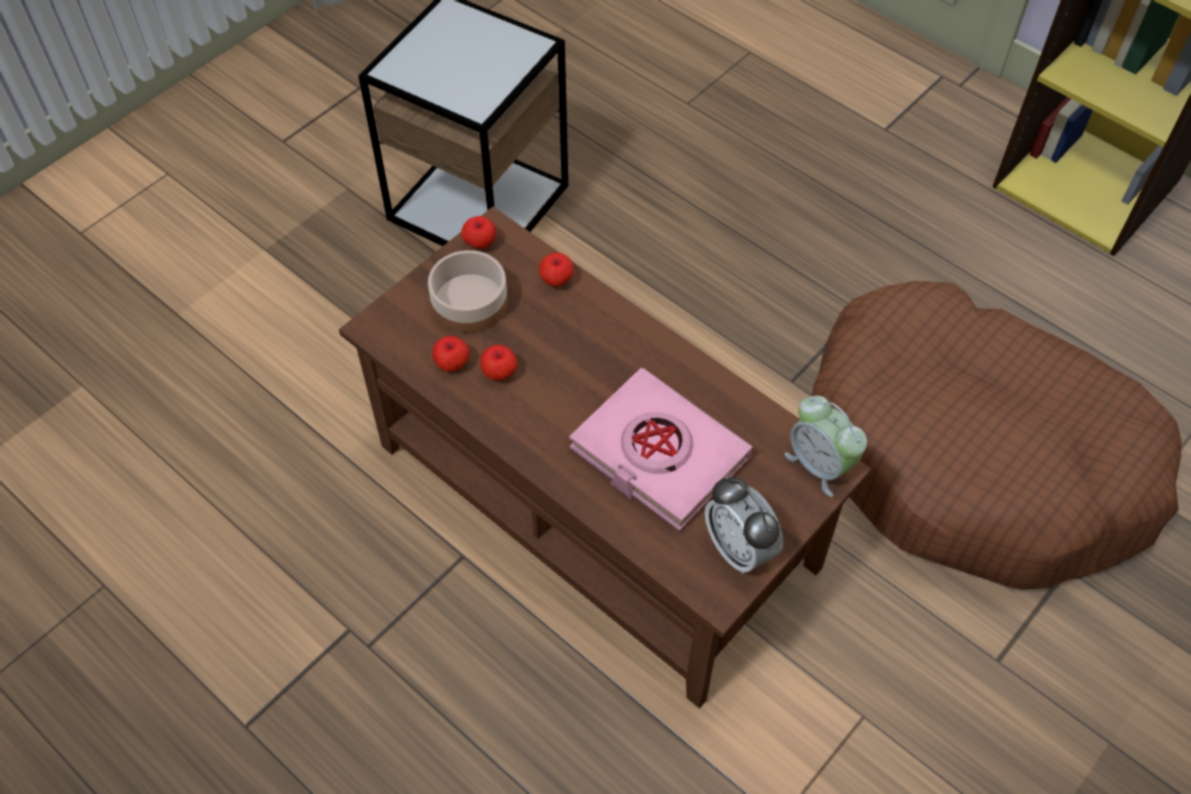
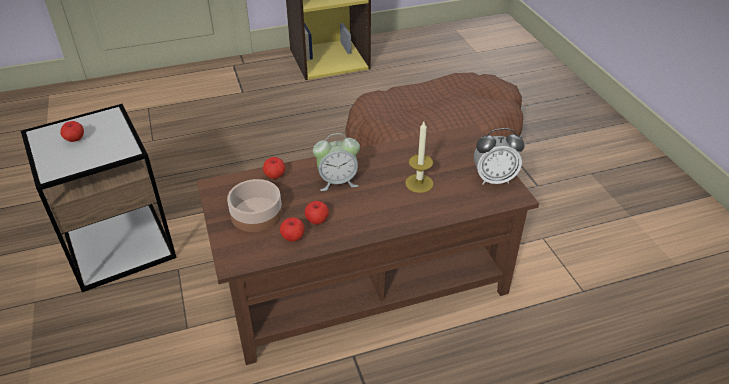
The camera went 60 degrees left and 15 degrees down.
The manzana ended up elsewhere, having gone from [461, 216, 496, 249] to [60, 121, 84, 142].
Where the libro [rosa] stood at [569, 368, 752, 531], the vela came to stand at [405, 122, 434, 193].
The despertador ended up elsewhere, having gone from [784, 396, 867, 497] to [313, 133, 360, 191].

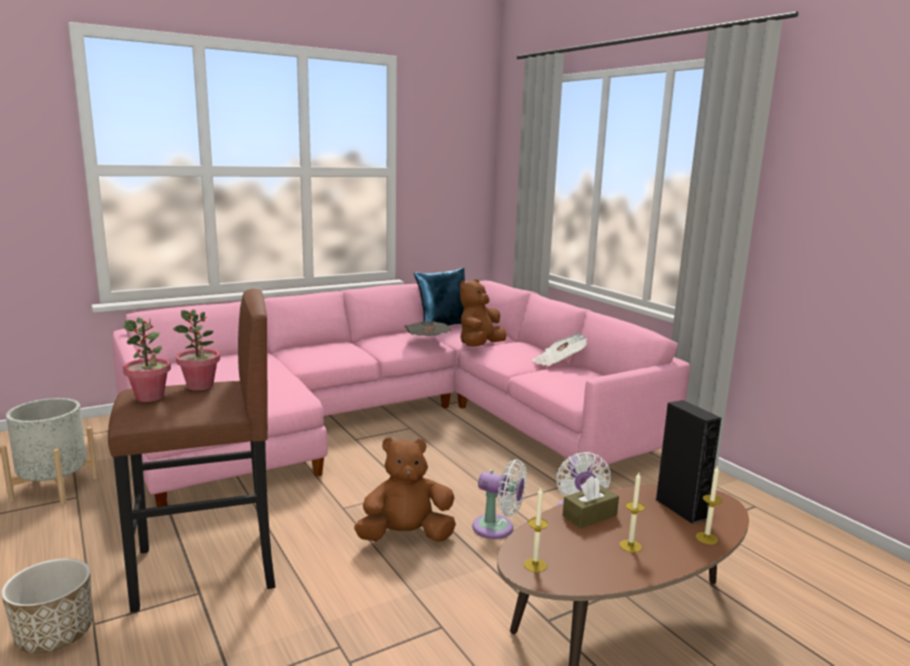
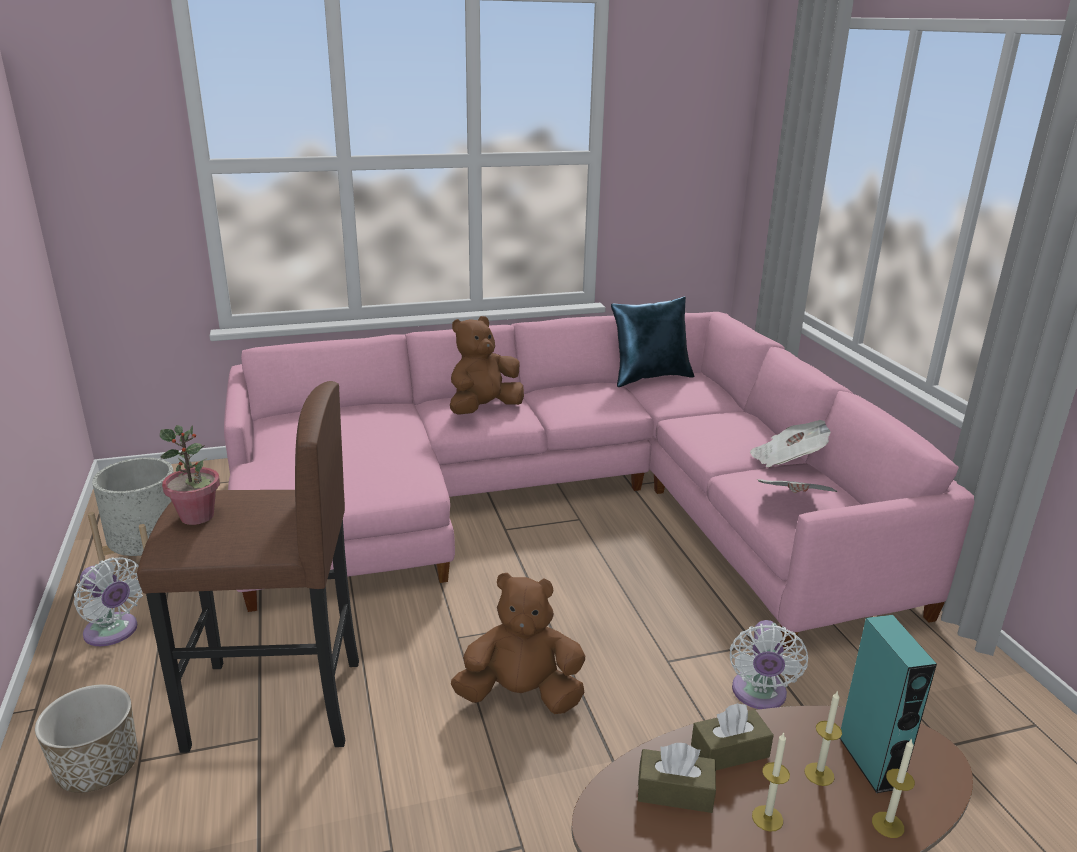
The camera went 15 degrees right and 10 degrees up.
The second view lost the planta en maceta at [173, 309, 220, 391].
The periódico ended up elsewhere, having gone from [404, 321, 451, 336] to [757, 479, 838, 493].
The peluche [marrón] ended up elsewhere, having gone from [460, 279, 506, 347] to [450, 316, 524, 415].
The ventilador [blanco] ended up elsewhere, having gone from [472, 460, 527, 539] to [74, 557, 143, 646].
The vela ended up elsewhere, having gone from [524, 488, 548, 572] to [804, 690, 842, 786].
What was the altavoz [negro] at [655, 400, 721, 524] turned into the altavoz [turquesa] at [839, 615, 937, 793].
The second view gained the caja de pañuelos [marrón] at [638, 743, 716, 813].

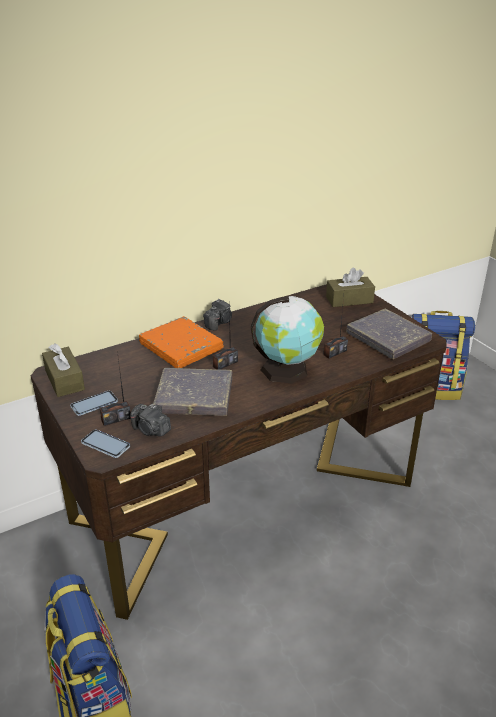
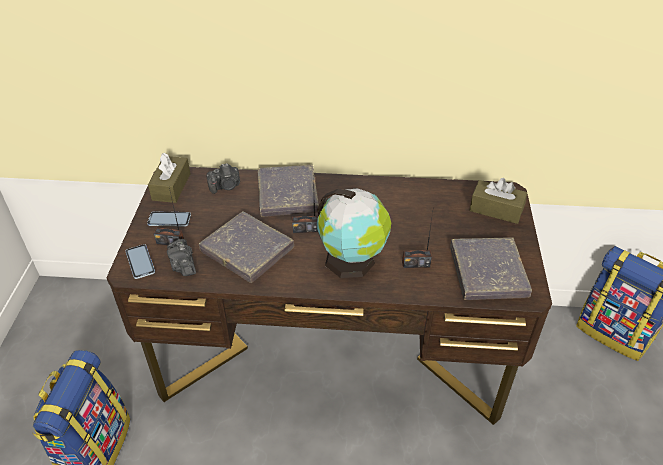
The camera went 35 degrees right and 10 degrees up.
What was the libro [naranja] at [139, 316, 224, 368] turned into the libro [gris] at [258, 165, 319, 217].
The cámara ended up elsewhere, having gone from [203, 299, 232, 331] to [207, 163, 240, 194].

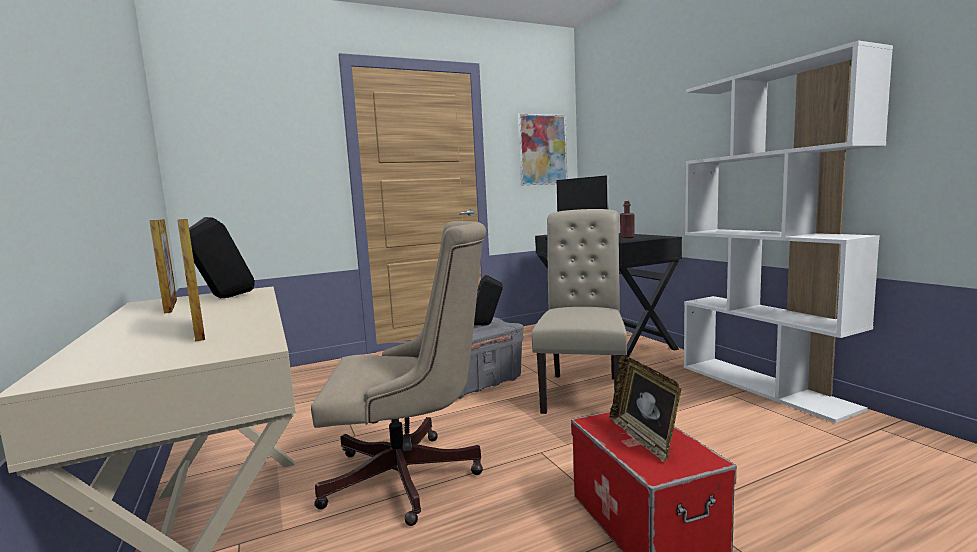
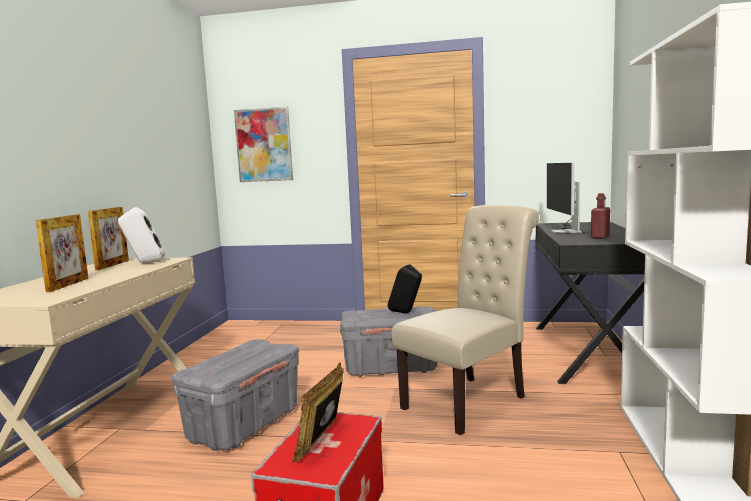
The camera went 35 degrees right and 0 degrees up.
What was the altavoz [negro] at [189, 217, 255, 298] turned into the altavoz [blanco] at [118, 207, 165, 263].
Where the silla de oficina [beis] stood at [311, 221, 486, 526], the caja de almacenaje [gris] came to stand at [172, 339, 299, 451].
The cuadro ended up elsewhere, having gone from [518, 113, 567, 185] to [234, 107, 293, 182].

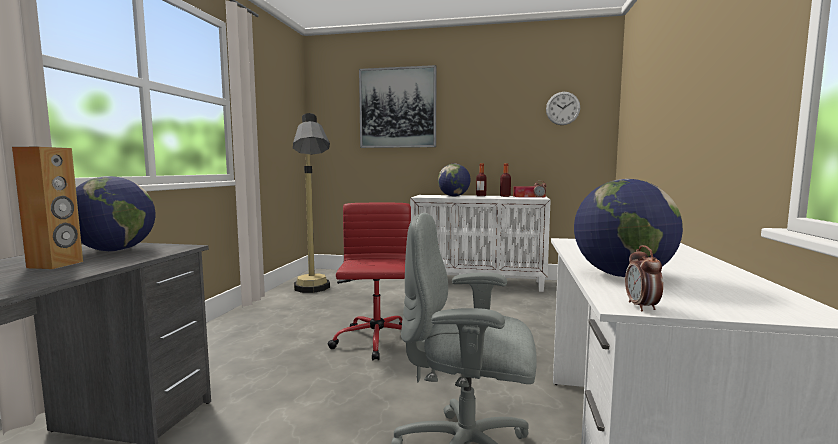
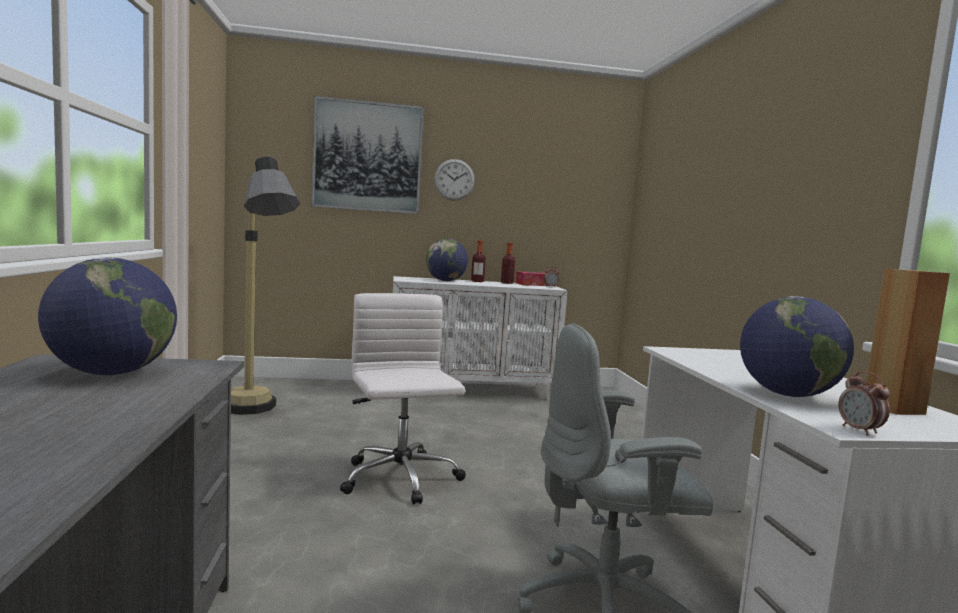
The camera went 20 degrees left and 0 degrees up.
The altavoz [marrón] ended up elsewhere, having gone from [12, 147, 83, 269] to [865, 268, 950, 415].
What was the silla de oficina [rojo] at [328, 203, 411, 361] turned into the silla de oficina [blanco] at [340, 293, 466, 505].
The reloj de pared ended up elsewhere, having gone from [546, 92, 580, 125] to [434, 159, 475, 200].

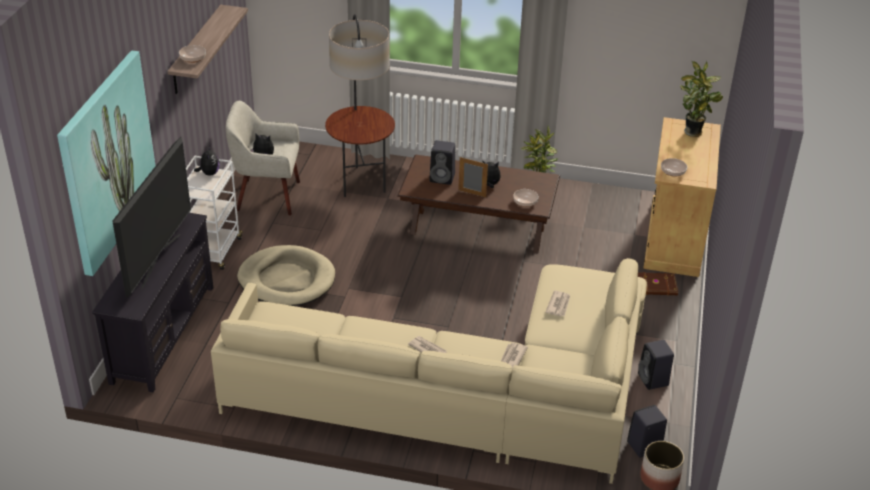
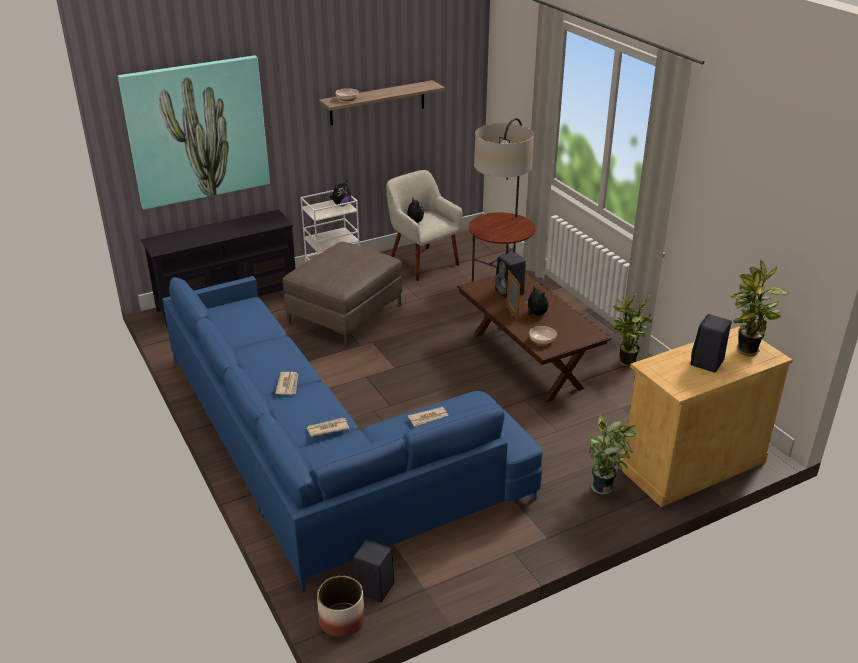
The camera went 50 degrees right and 5 degrees down.
The second view lost the televisor at [112, 137, 191, 299].
What was the sofá [beis] at [211, 258, 647, 484] turned into the sofá [azul] at [162, 276, 543, 592].
Where the cama para perro [beis] stood at [237, 245, 335, 306], the puf [marrón] came to stand at [283, 242, 403, 347].
Where the libro [marrón] stood at [638, 272, 678, 295], the planta en maceta came to stand at [589, 413, 637, 495].
The altavoz [negro] ended up elsewhere, having gone from [638, 340, 674, 390] to [691, 314, 732, 373].
The second view lost the cuenco at [661, 158, 687, 177].

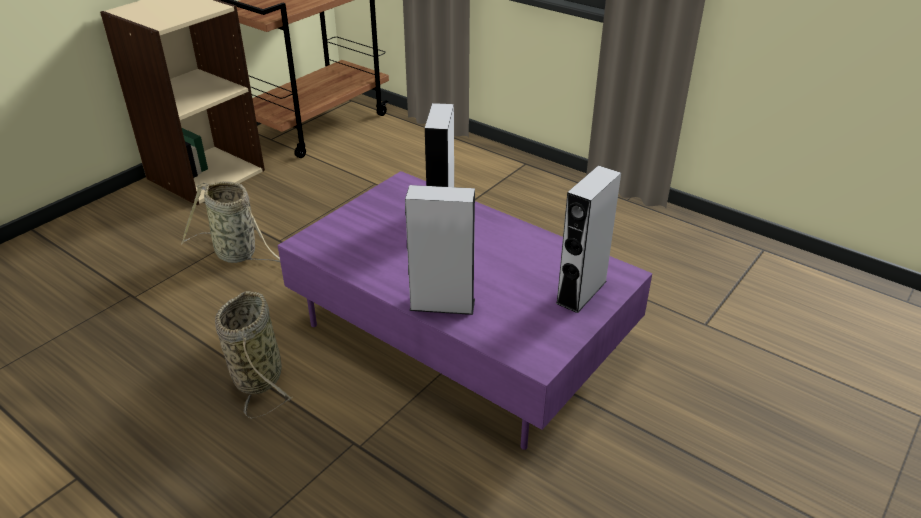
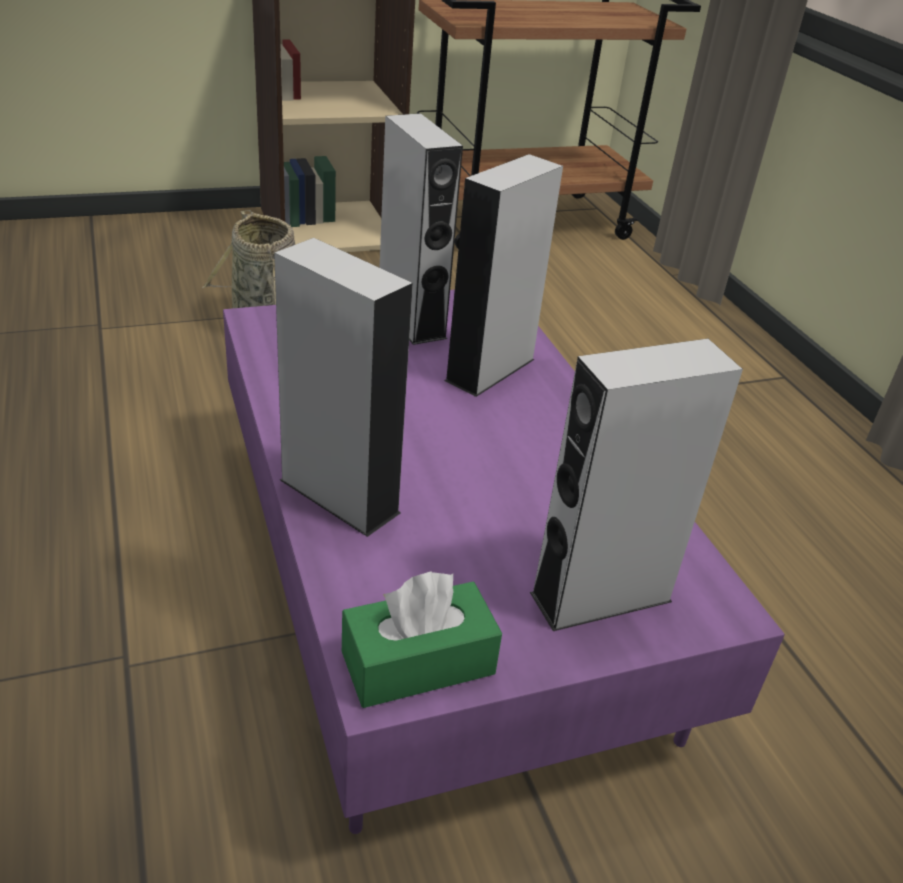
The camera went 30 degrees right and 0 degrees up.
The second view lost the cesta at [215, 291, 294, 419].
The second view gained the caja de pañuelos [verde] at [342, 572, 502, 708].
The second view gained the altavoz [gris] at [379, 113, 463, 345].

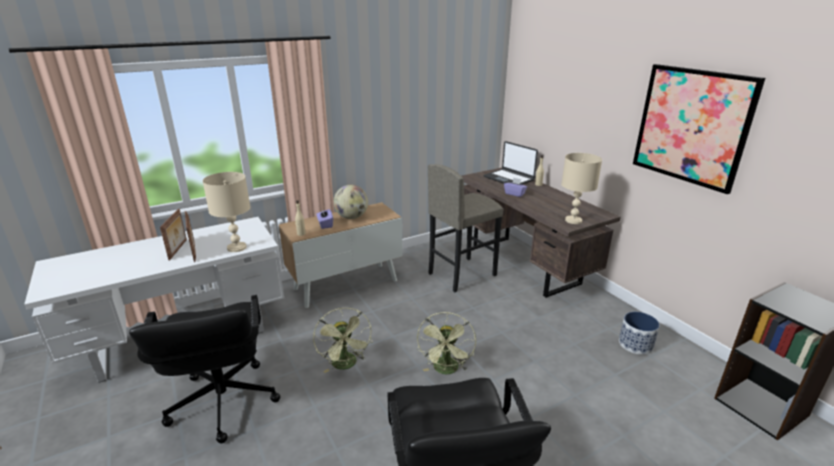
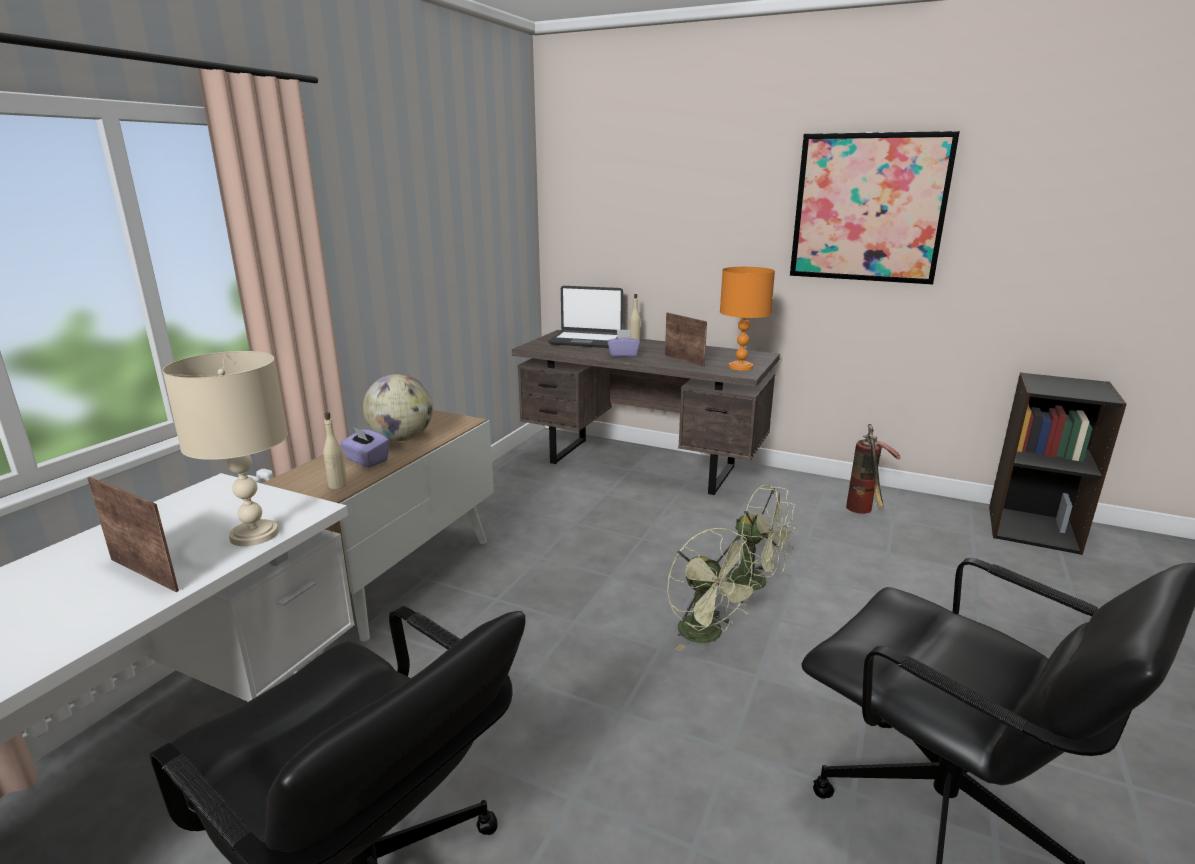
The camera went 35 degrees left and 5 degrees down.
The portarretratos ended up elsewhere, having gone from [160, 209, 187, 261] to [665, 312, 707, 367].
The ventilador [verde] ended up elsewhere, having gone from [313, 308, 372, 373] to [727, 485, 797, 601].
The second view lost the taburete [gris] at [428, 164, 503, 292].
What was the lámpara de mesa [beis] at [561, 153, 602, 224] turned into the lámpara de mesa [naranja] at [720, 267, 775, 371].
Where the maceta stood at [619, 312, 660, 355], the extintor came to stand at [846, 424, 900, 514].

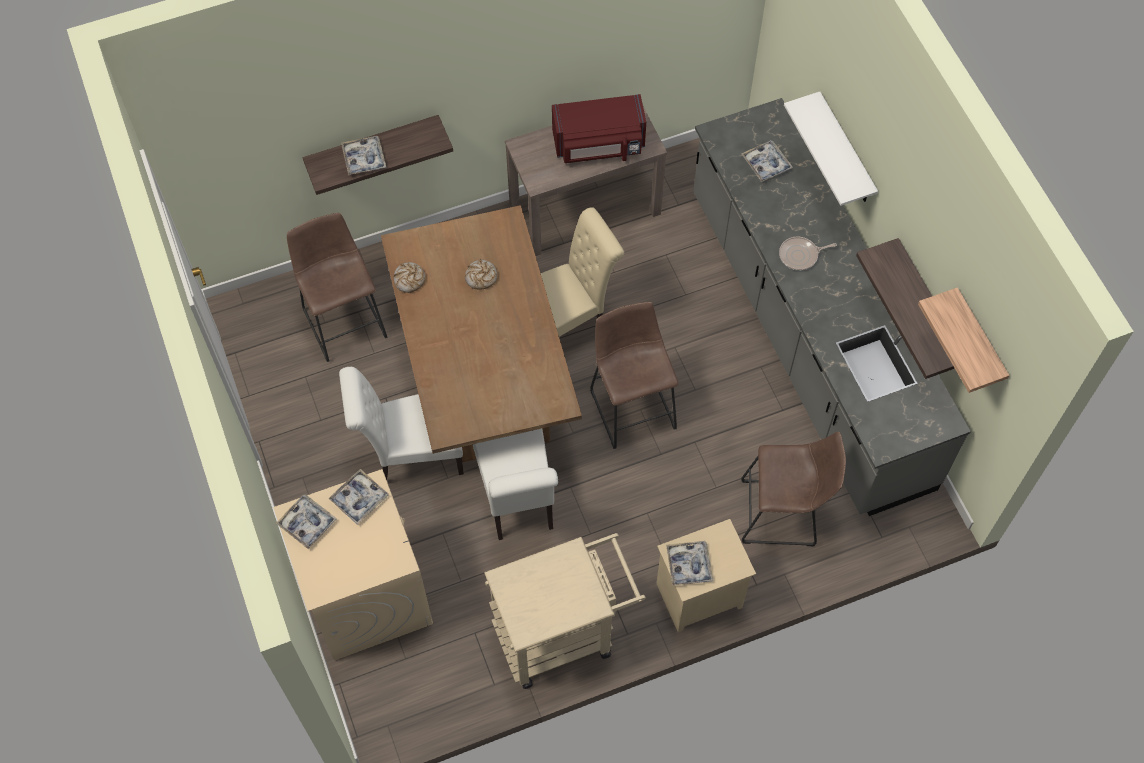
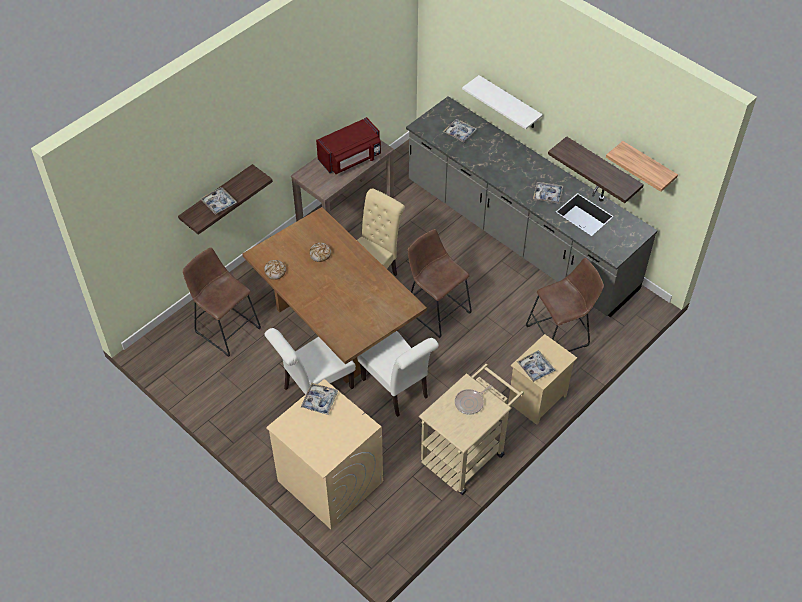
The camera went 25 degrees left and 10 degrees down.
The bandeja ended up elsewhere, having gone from [276, 494, 337, 549] to [533, 182, 563, 204].
The sartén ended up elsewhere, having gone from [779, 237, 837, 271] to [455, 385, 492, 415].

